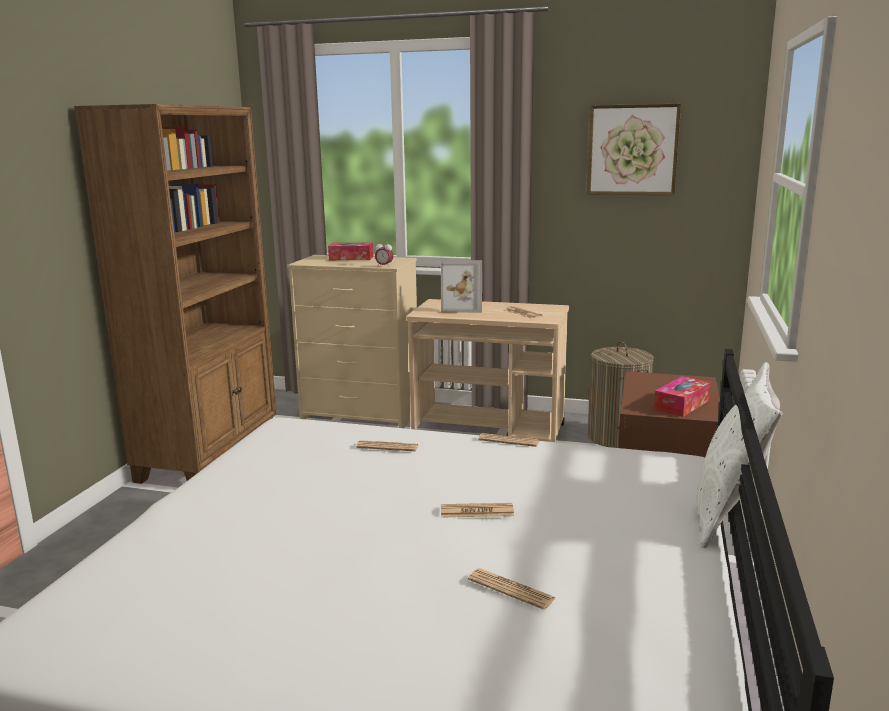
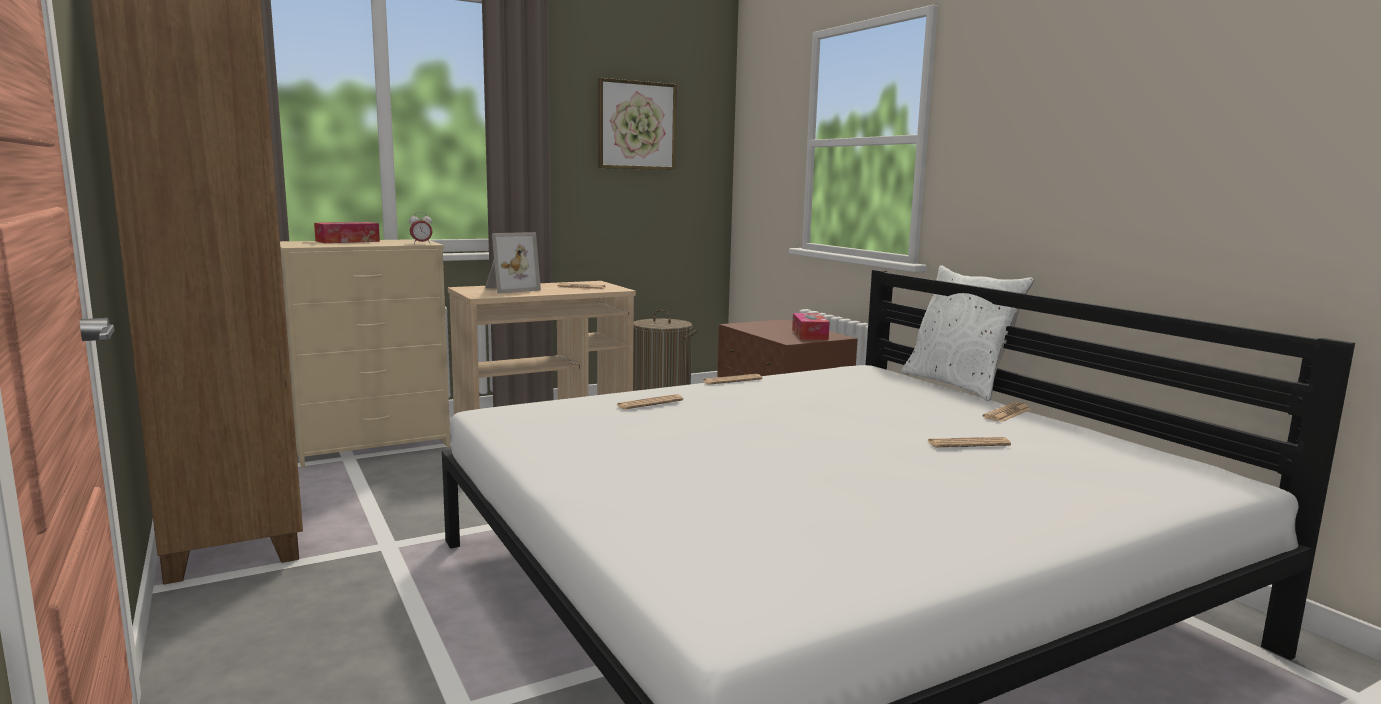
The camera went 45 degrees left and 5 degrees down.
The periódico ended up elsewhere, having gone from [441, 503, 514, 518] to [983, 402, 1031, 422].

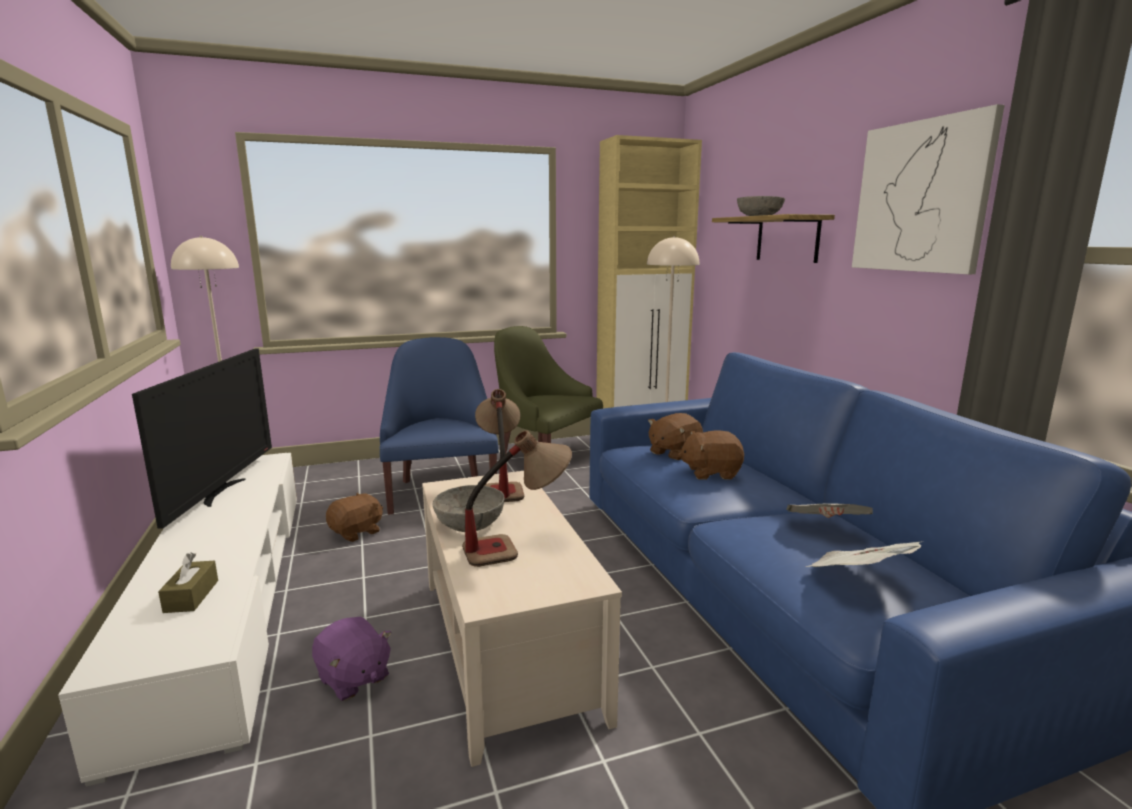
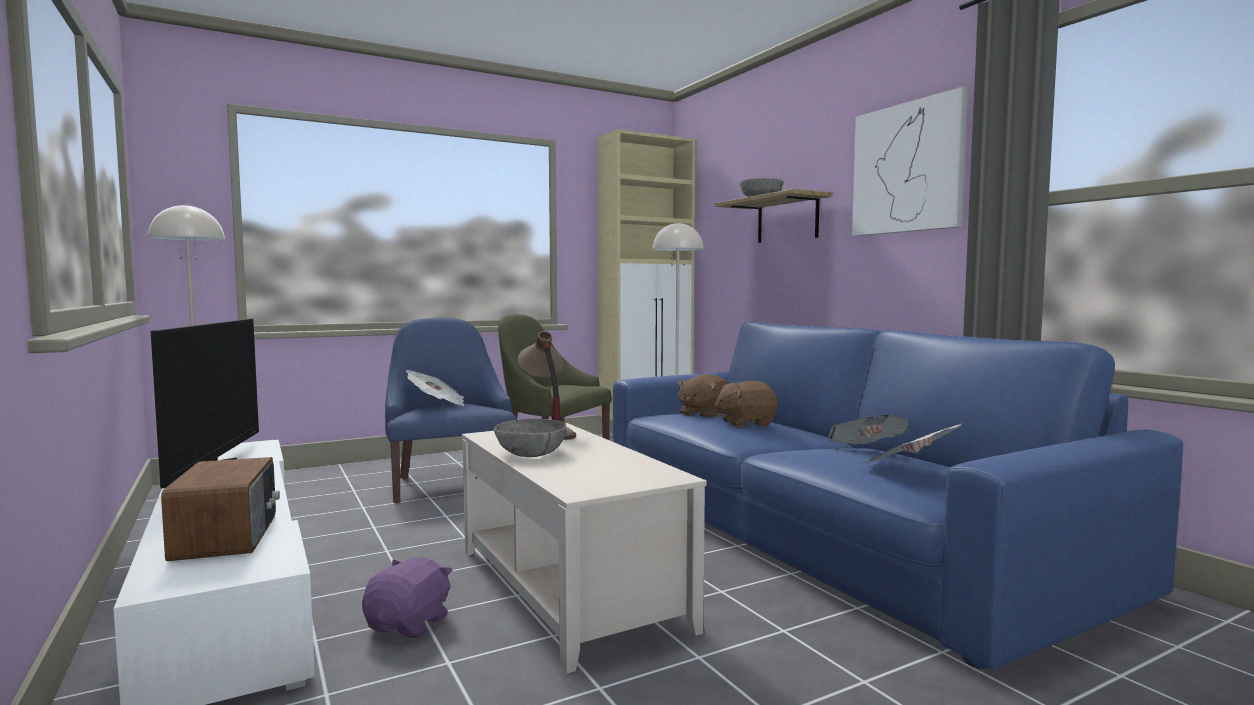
The camera went 10 degrees left and 10 degrees down.
Where the caja de pañuelos [marrón] stood at [158, 552, 218, 613], the radio came to stand at [161, 457, 280, 561].
The peluche [morado] at [312, 616, 392, 701] ended up facing another way, 105 degrees counterclockwise from before.
The second view lost the peluche [marrón] at [326, 493, 383, 542].
The second view lost the lámpara de mesa at [462, 430, 572, 567].
The second view gained the periódico at [406, 370, 464, 406].

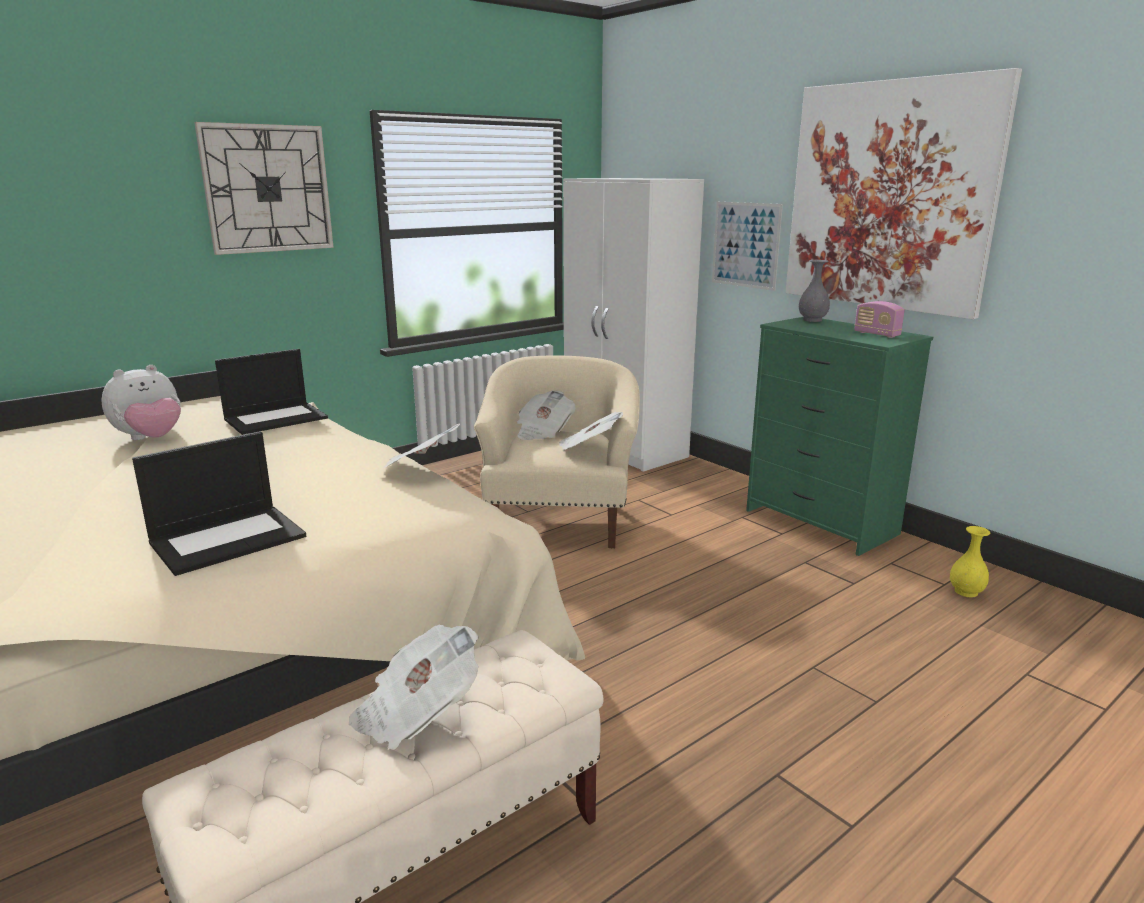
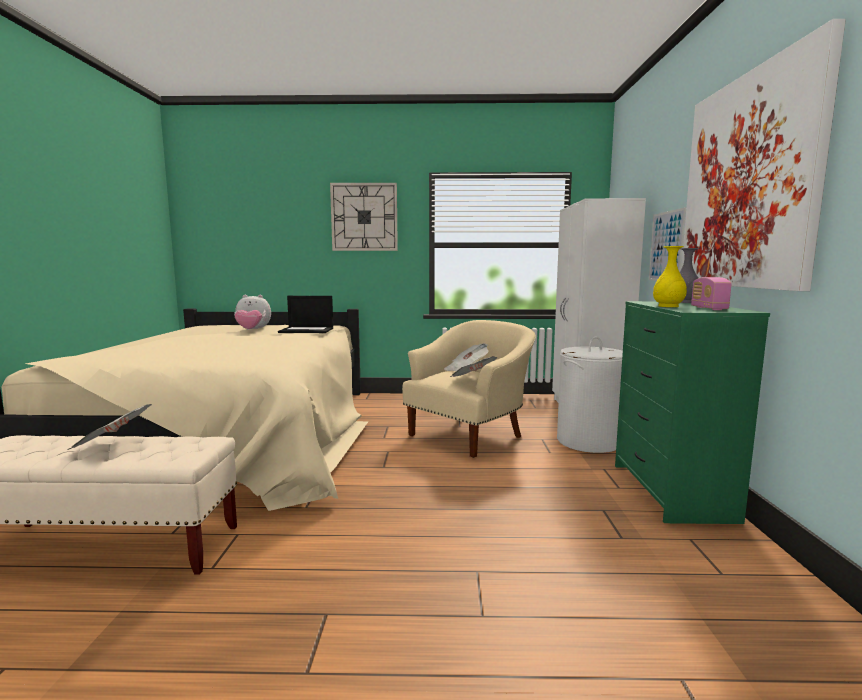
The camera went 40 degrees right and 10 degrees down.
The second view lost the portátil at [132, 431, 306, 576].
The second view lost the periódico at [383, 424, 460, 468].
The florero [amarillo] ended up elsewhere, having gone from [950, 526, 990, 597] to [653, 246, 687, 307].
The second view gained the cesto de la ropa [blanco] at [557, 336, 623, 453].

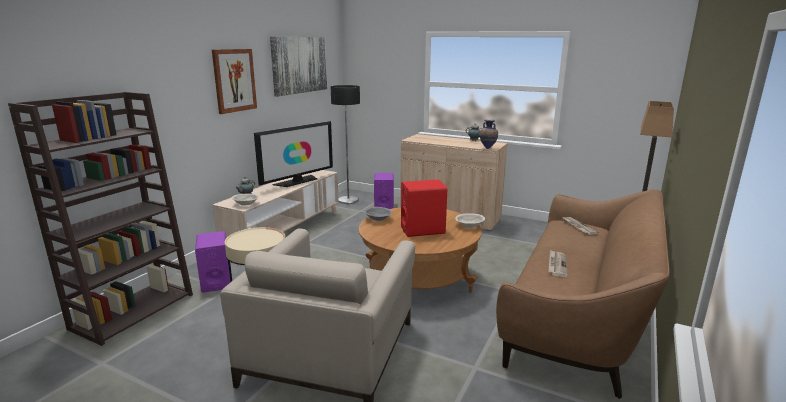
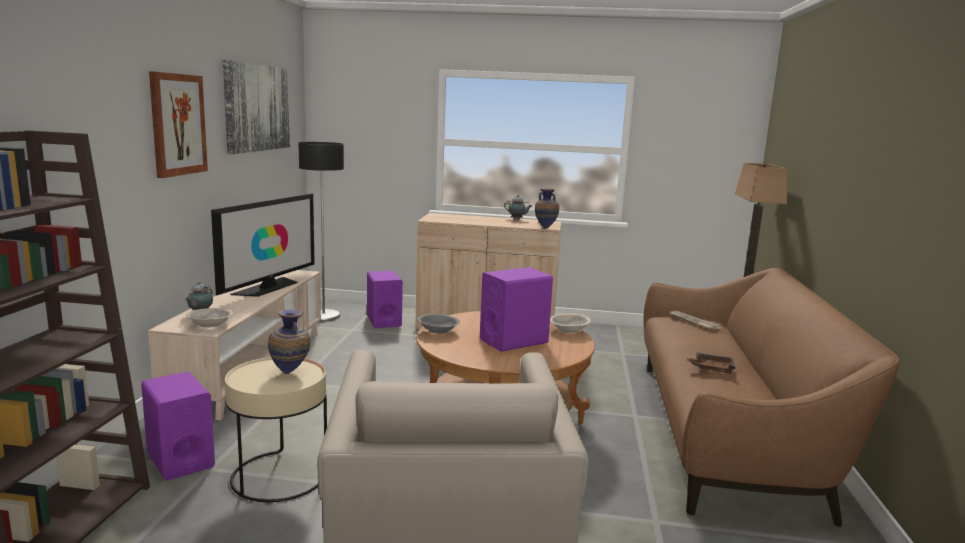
The camera went 20 degrees left and 5 degrees down.
What was the altavoz [rojo] at [401, 179, 447, 237] turned into the altavoz [morado] at [480, 267, 553, 352].
Where the periódico stood at [548, 250, 568, 277], the bandeja [marrón] came to stand at [687, 352, 735, 374].
The second view gained the florero at [268, 310, 310, 374].

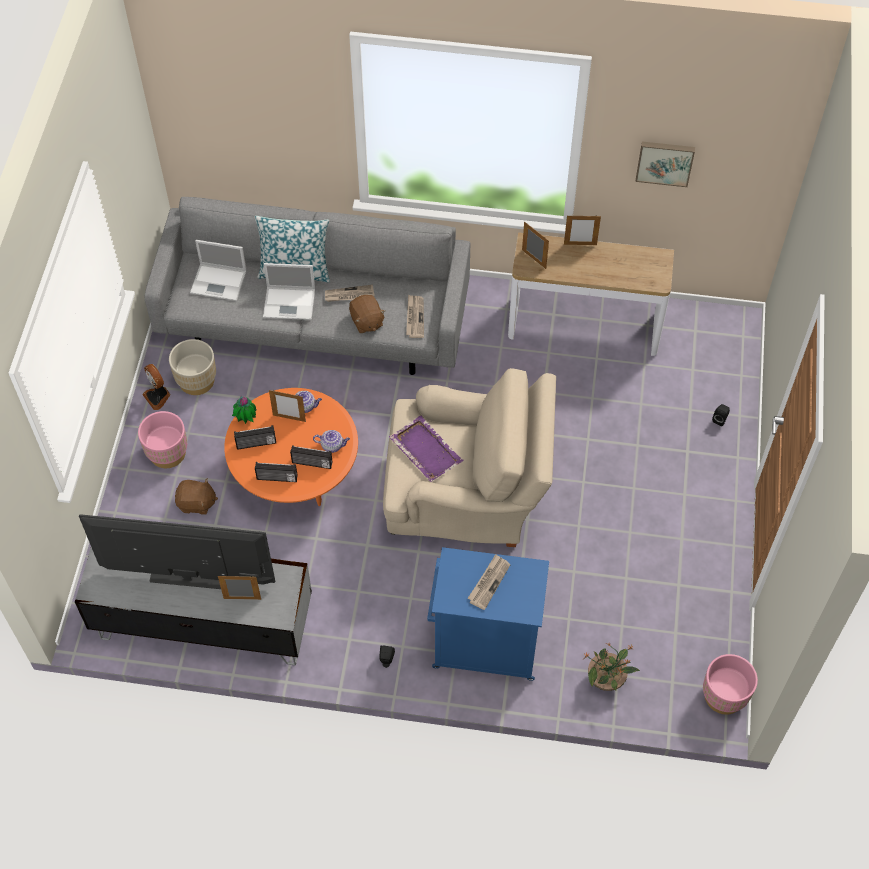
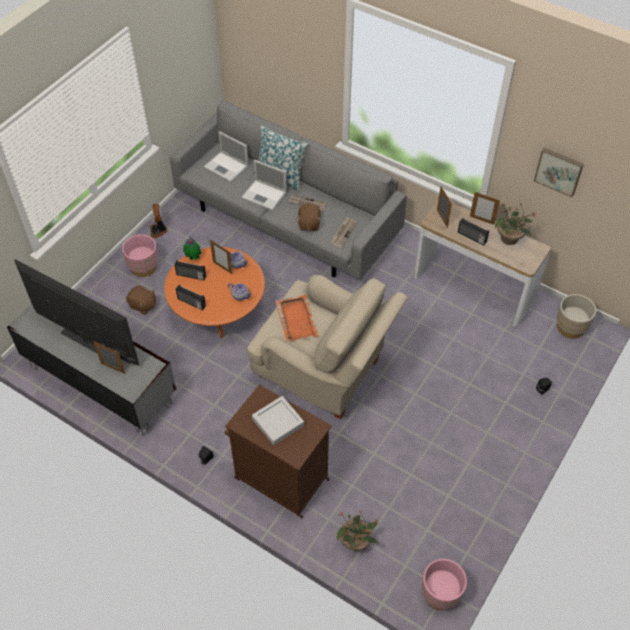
The camera went 25 degrees right and 5 degrees down.
The maceta [beis] ended up elsewhere, having gone from [169, 339, 216, 395] to [557, 294, 596, 339].
The radio ended up elsewhere, having gone from [290, 445, 333, 469] to [458, 218, 489, 245].
What was the bandeja [morado] at [389, 416, 464, 482] turned into the bandeja [naranja] at [275, 295, 319, 342].
What was the armario [azul] at [427, 547, 549, 681] turned into the armario [marrón] at [225, 385, 332, 519].
Where the periódico stood at [468, 554, 510, 610], the bandeja [gris] came to stand at [252, 396, 304, 445].
The second view gained the planta en maceta at [495, 203, 536, 245].

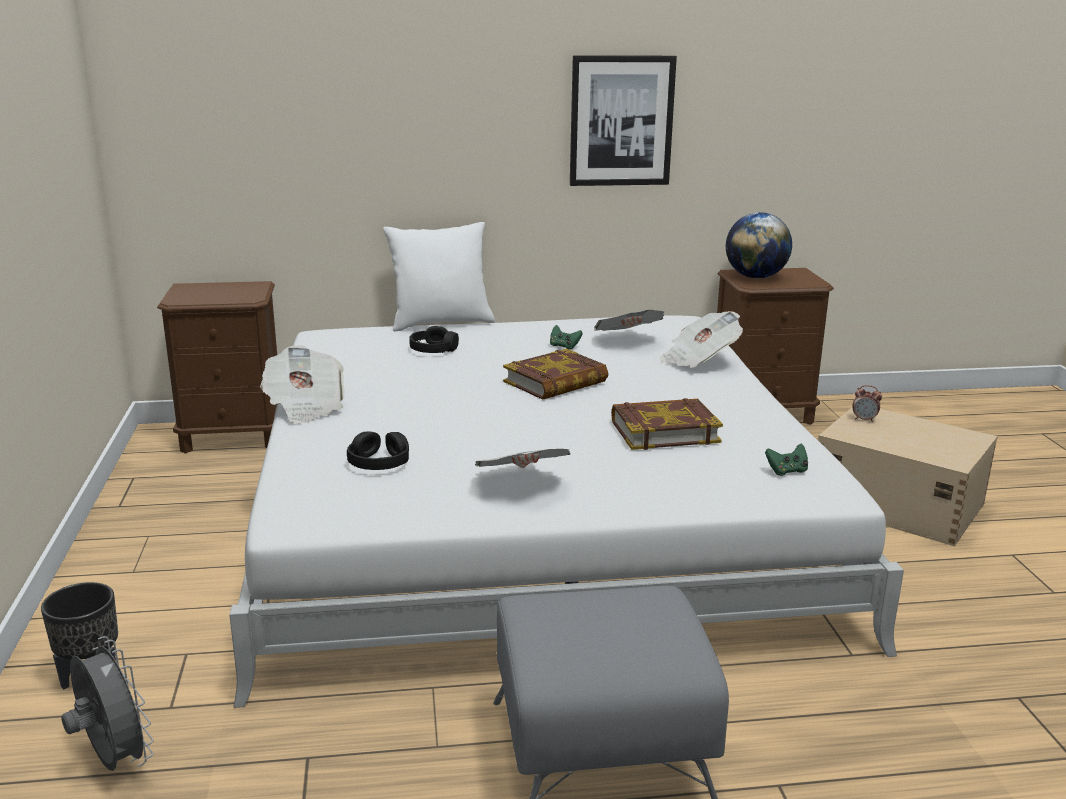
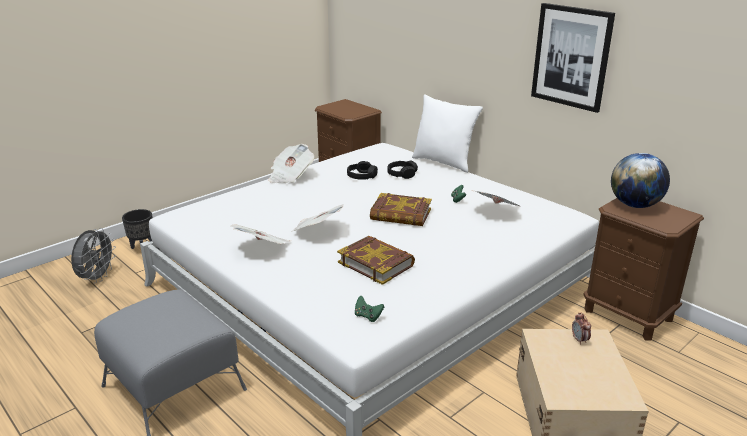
The camera went 55 degrees right and 5 degrees up.
The auriculares [negro] ended up elsewhere, having gone from [347, 431, 409, 470] to [347, 161, 378, 180].
The periódico ended up elsewhere, having gone from [660, 311, 743, 368] to [291, 204, 343, 232].

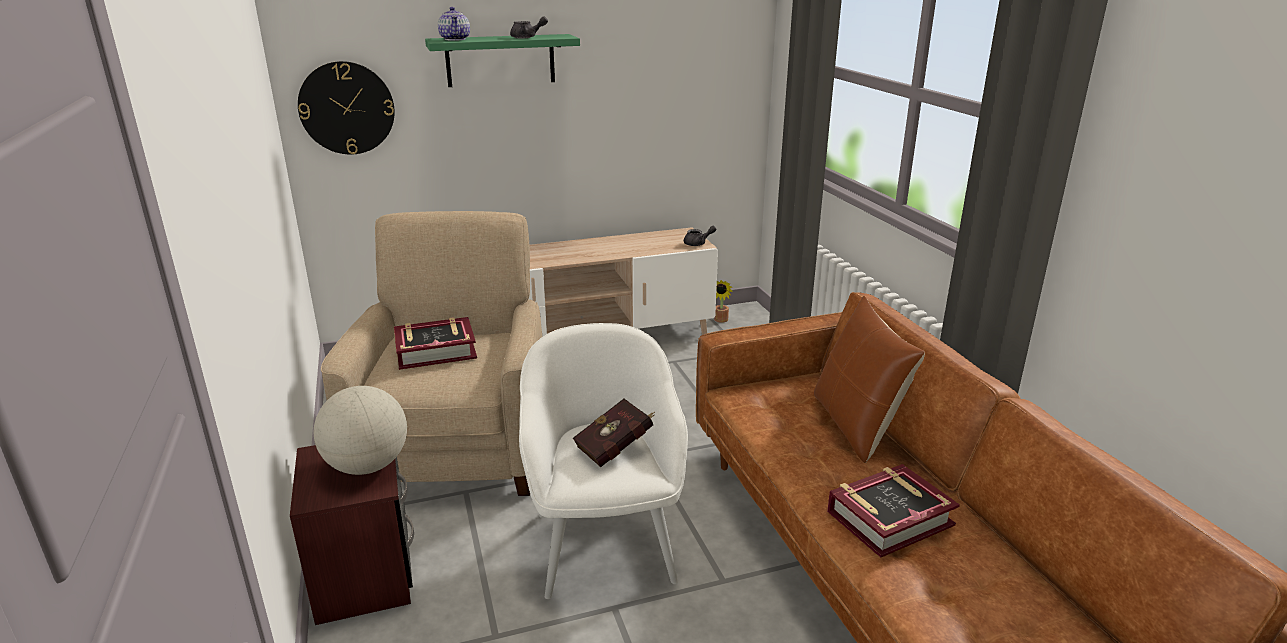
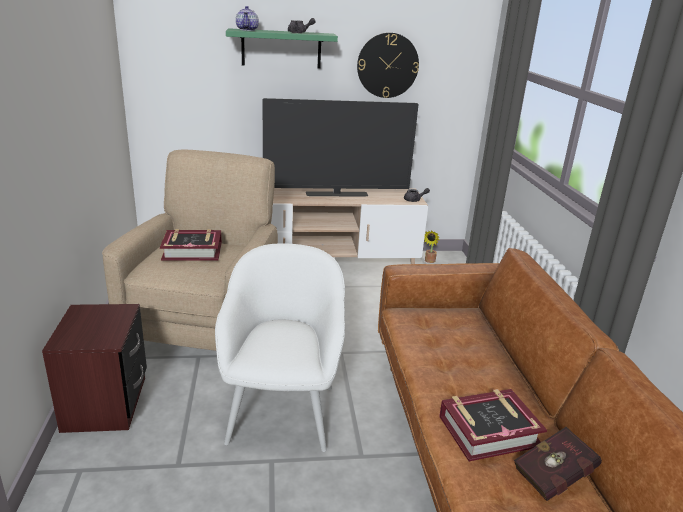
The camera went 10 degrees right and 0 degrees up.
The reloj de pared ended up elsewhere, having gone from [298, 61, 395, 155] to [357, 32, 419, 98].
The second view lost the globo terráqueo at [314, 386, 407, 475].
The libro [rojo] ended up elsewhere, having gone from [572, 399, 655, 467] to [514, 427, 602, 501].
The second view lost the cojín [marrón] at [814, 296, 925, 463].
The second view gained the televisor at [262, 98, 419, 197].

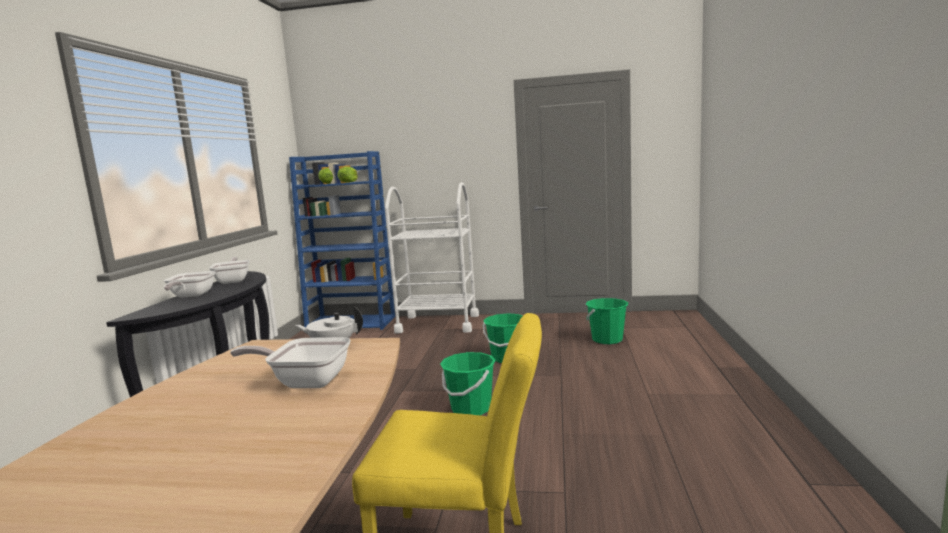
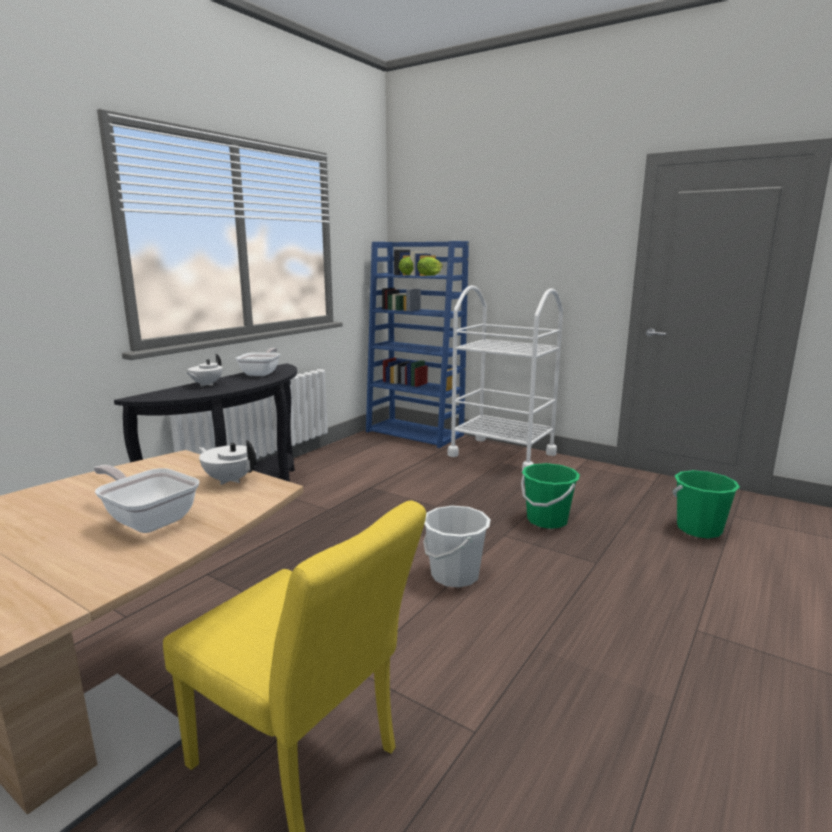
The camera went 25 degrees right and 5 degrees up.
Where the sartén stood at [164, 271, 216, 298], the tetera [blanco] came to stand at [187, 354, 222, 387].
What was the cubo [verde] at [440, 352, 496, 415] turned into the cubo [blanco] at [423, 506, 490, 588].

